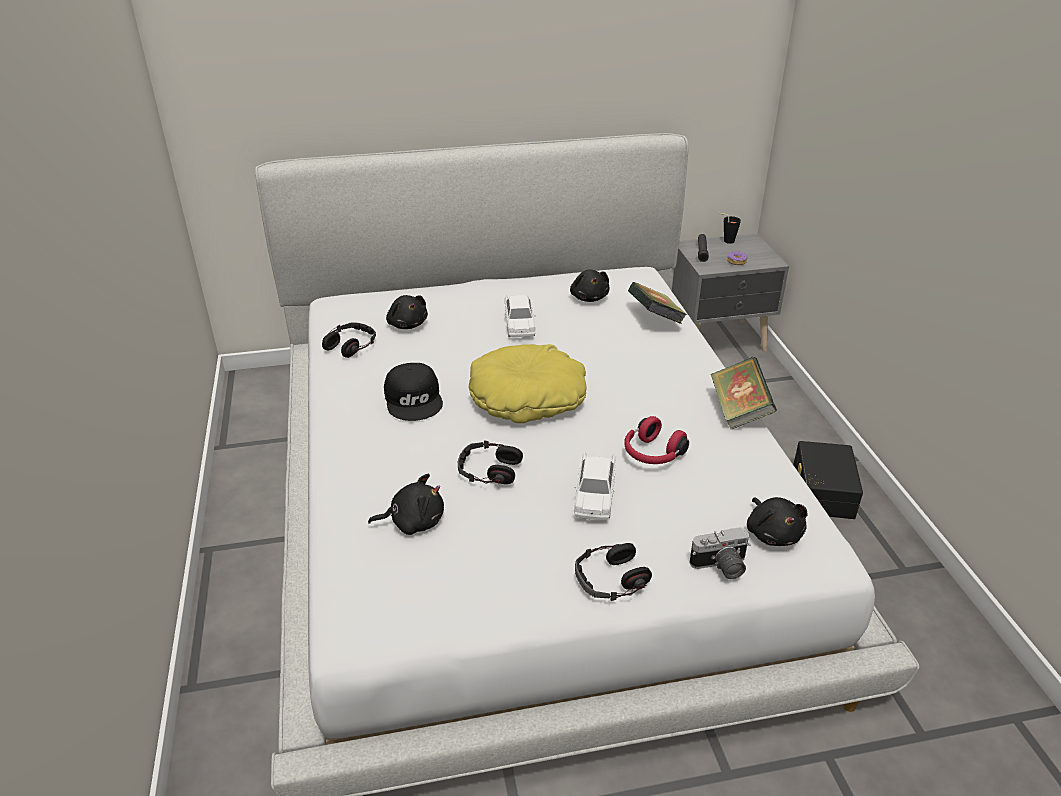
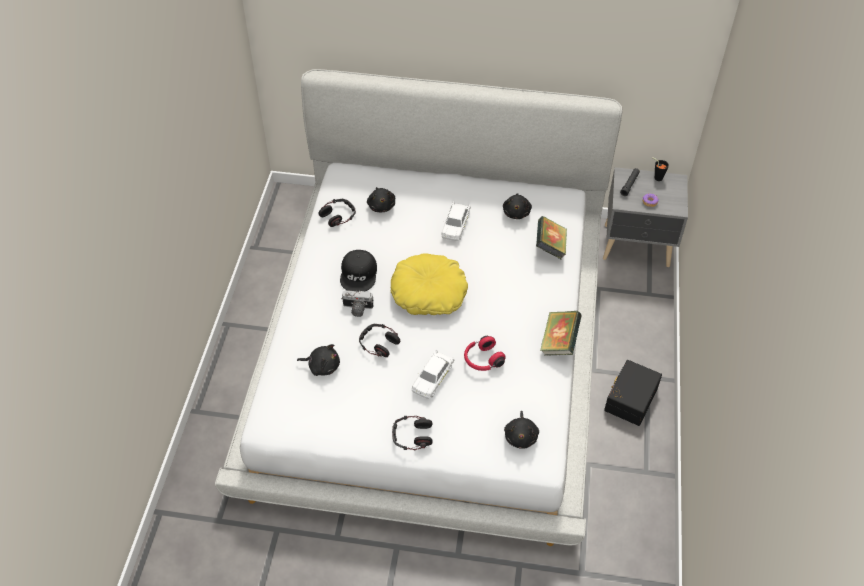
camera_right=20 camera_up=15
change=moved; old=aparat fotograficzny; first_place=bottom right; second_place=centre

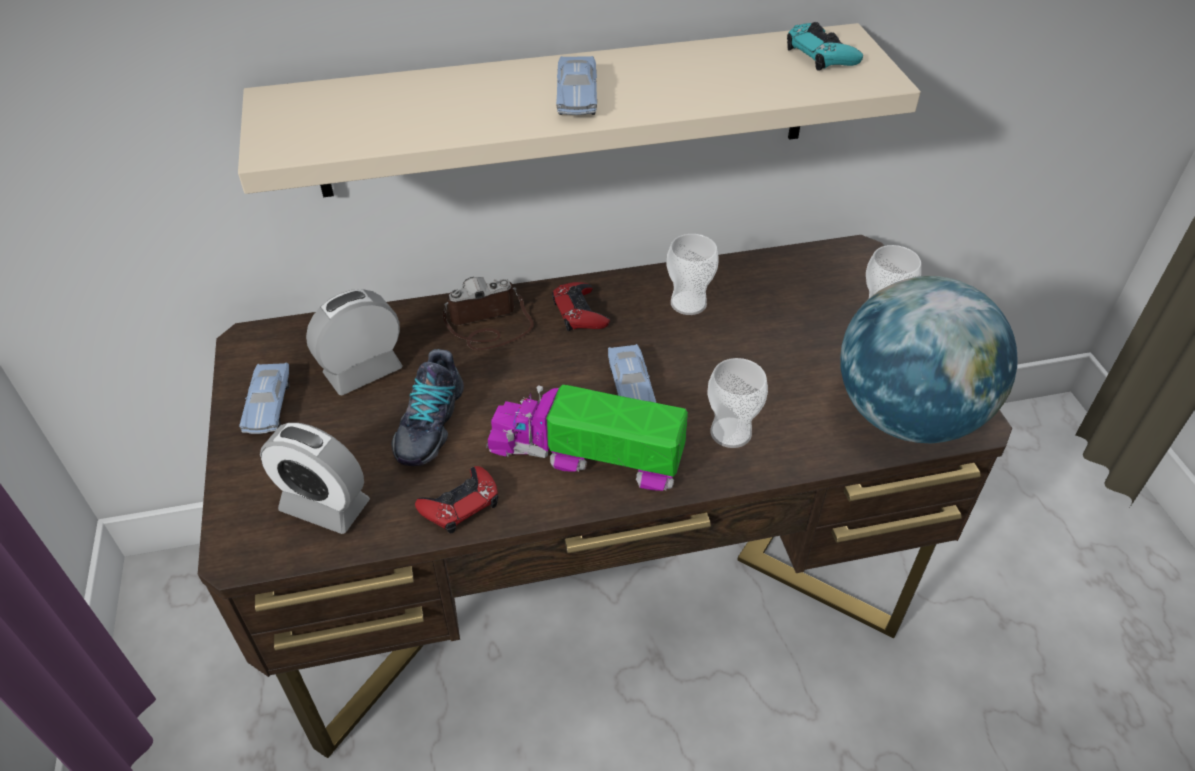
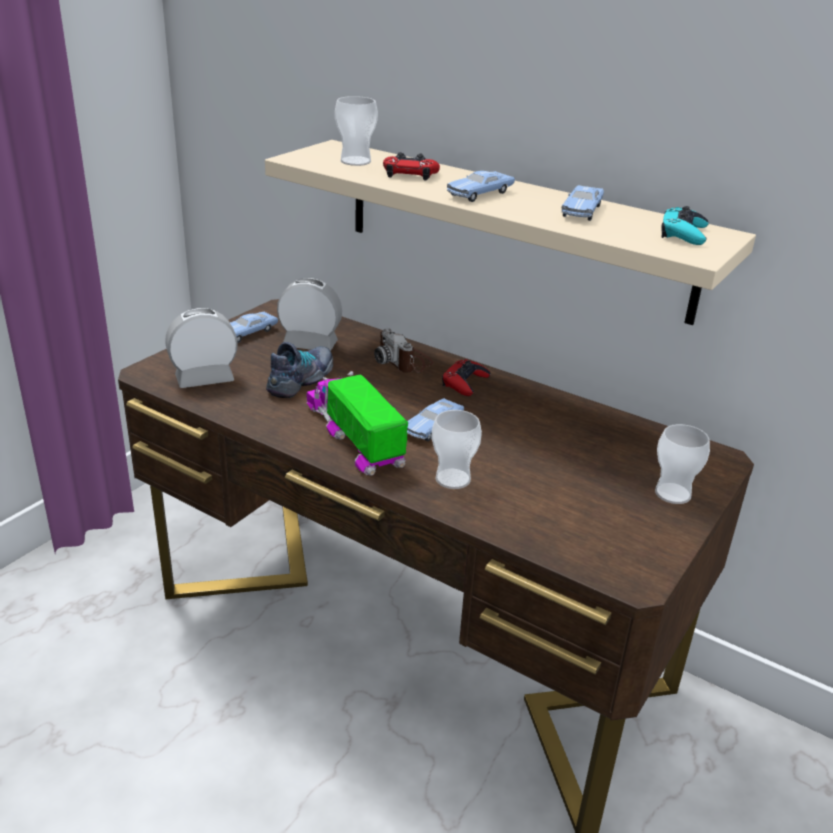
camera_right=45 camera_up=-15
change=turned; old=budzik (1st from left); first_place=middle left; second_place=middle left; degrees=90
change=turned; old=but; first_place=centre; second_place=centre; degrees=150
change=moved; old=pad do gier/czerwony (1st from left); first_place=centre; second_place=top centre
change=turned; old=aparat fotograficzny; first_place=centre; second_place=centre; degrees=-150
change=moved; old=filiżanka (1st from left); first_place=centre; second_place=top centre
change=removed; old=globus; first_place=middle right
change=added; new=samochodzik/niebieski (4th from left); second_place=top right

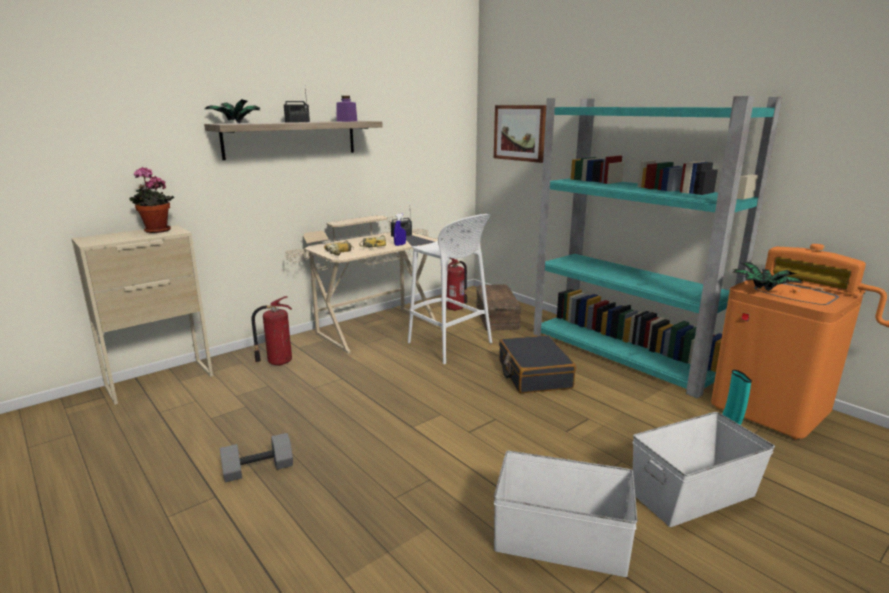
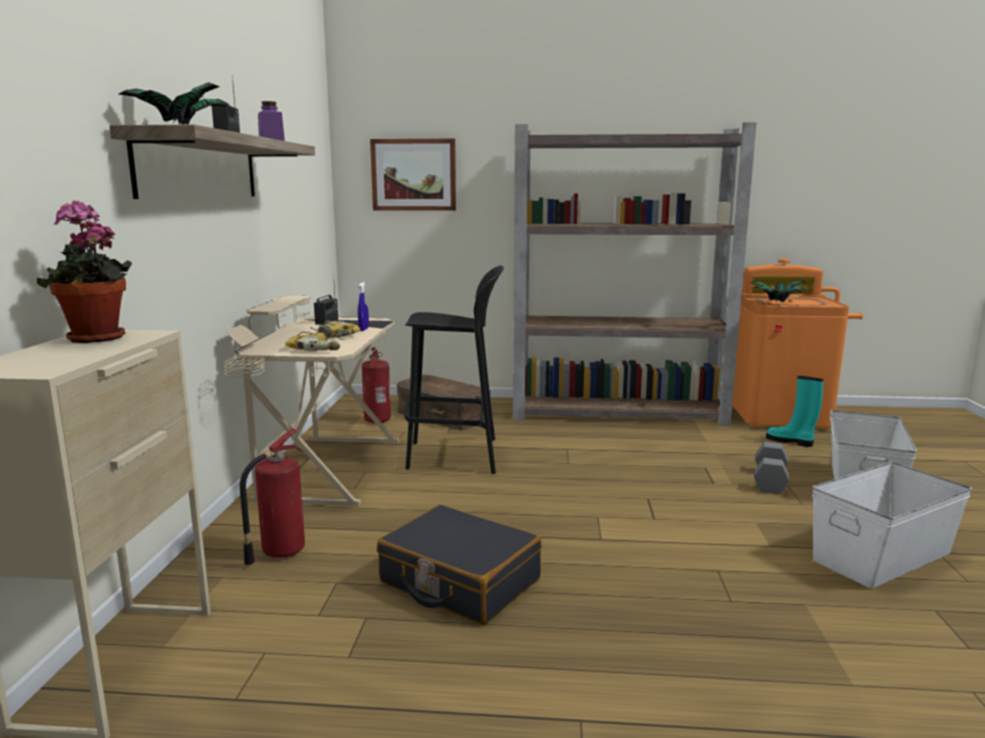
camera_right=-45 camera_up=-5
change=moved; old=hantel/szary; first_place=bottom left; second_place=middle right
change=recoloured; old=stołek/biały; new=stołek/czarny; first_place=centre; second_place=centre
change=moved; old=walizka/czarny; first_place=centre; second_place=bottom centre
change=recoloured; old=regał/turkusowy; new=regał/brązowy; first_place=middle right; second_place=centre

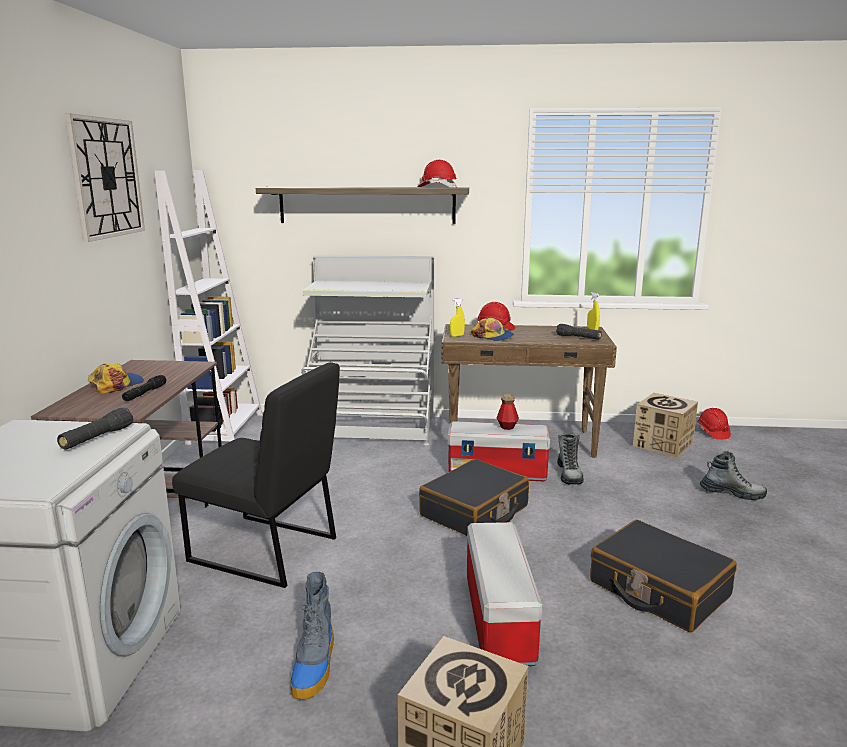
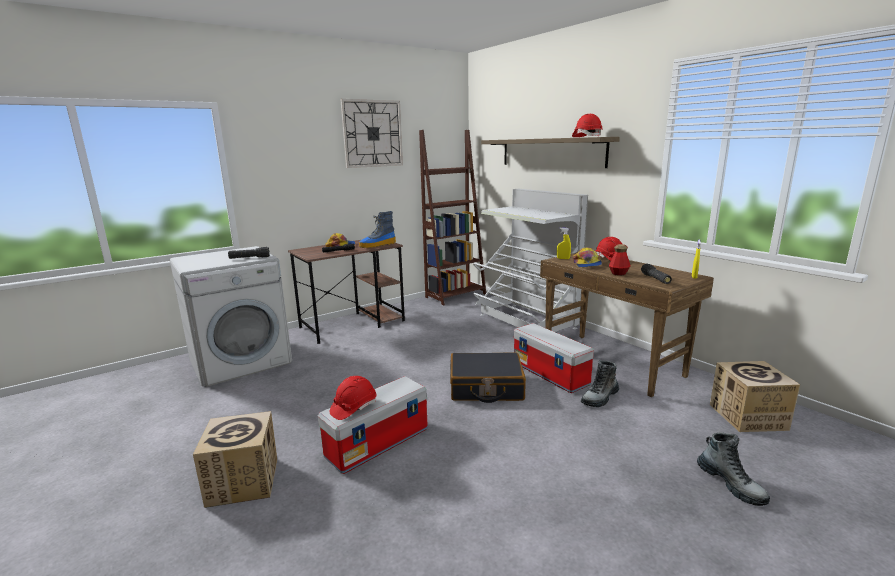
camera_right=50 camera_up=0
change=recoloured; old=regał/biały; new=regał/brązowy; first_place=middle left; second_place=centre
change=removed; old=krzesło/czarny; first_place=middle left
change=moved; old=but z cholewką (1st from left); first_place=bottom centre; second_place=centre
change=moved; old=butelka; first_place=centre; second_place=middle right
change=removed; old=walizka/czarny (2nd from left); first_place=bottom right
change=moved; old=kask/czerwony (3rd from left in the first image); new=kask/czerwony (1st from left); first_place=middle right; second_place=bottom centre

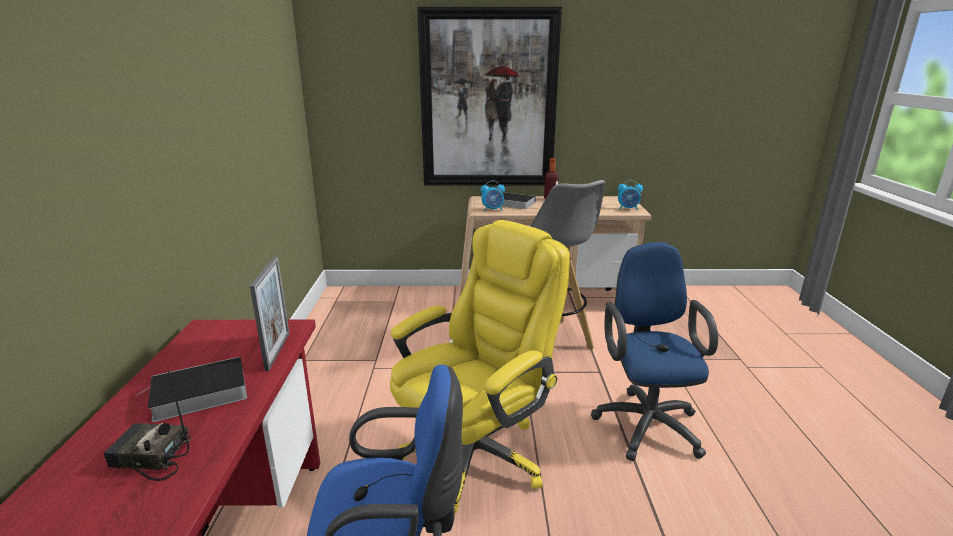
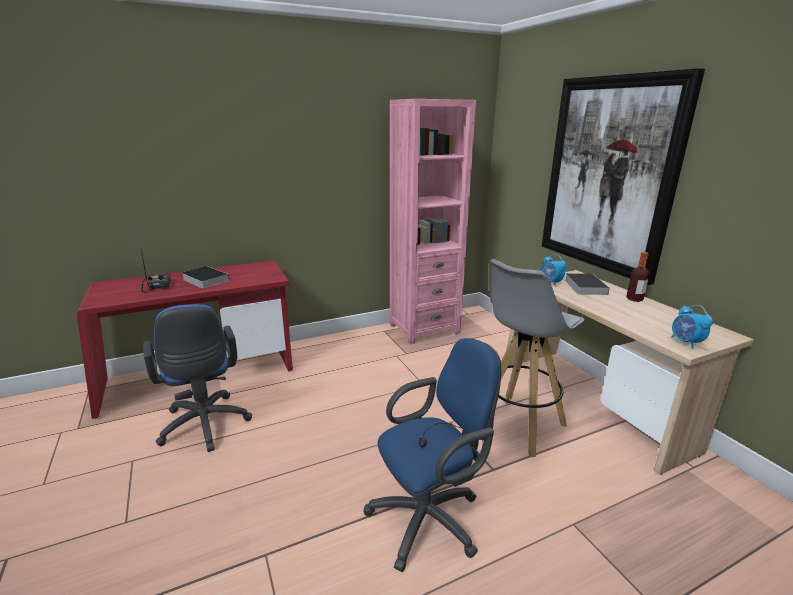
camera_right=65 camera_up=0
change=removed; old=ramka na zdjęcie; first_place=middle left
change=removed; old=krzesło biurowe/żółty; first_place=bottom centre
change=added; new=regał/różowy; second_place=centre

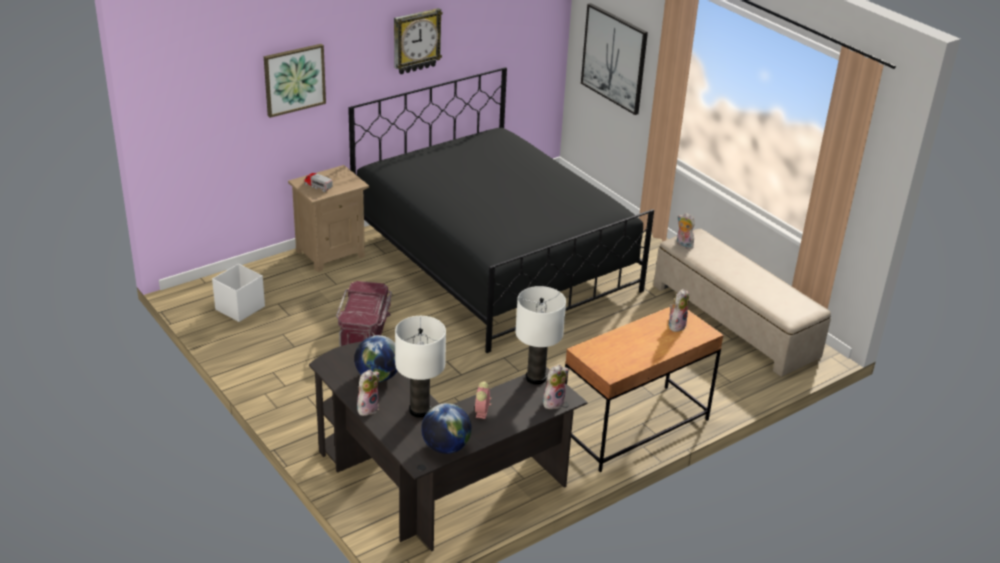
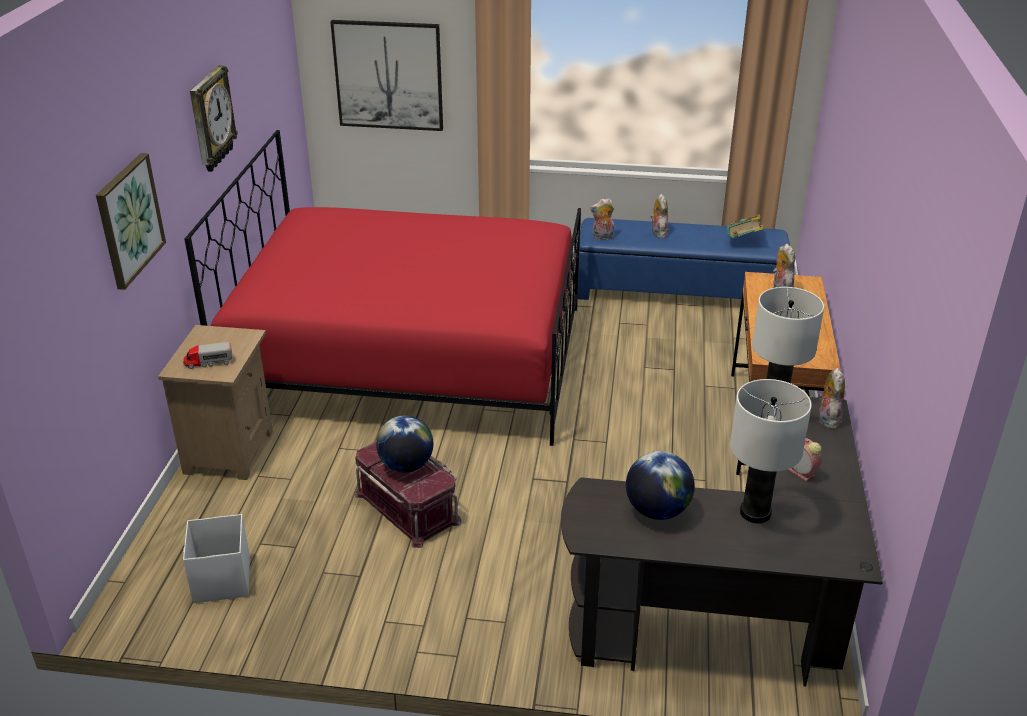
camera_right=-45 camera_up=0
change=recoloured; old=łóżko/czarny; new=łóżko/czerwony; first_place=centre; second_place=centre
change=moved; old=pluszak (1st from left in the first image); new=pluszak (2nd from left); first_place=bottom centre; second_place=top centre
change=moved; old=globus (2nd from left in the first image); new=globus (1st from left); first_place=bottom centre; second_place=centre
change=recoloured; old=ławka/beżowy; new=ławka/niebieski; first_place=middle right; second_place=centre
change=added; new=książka; second_place=top right

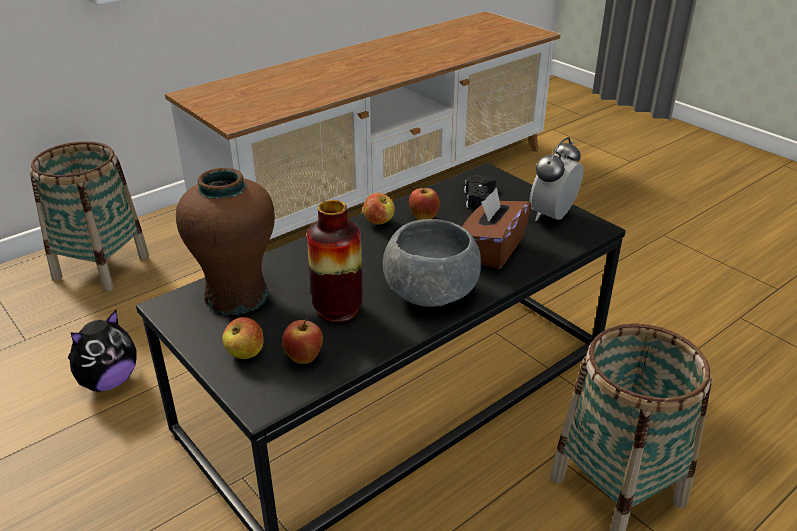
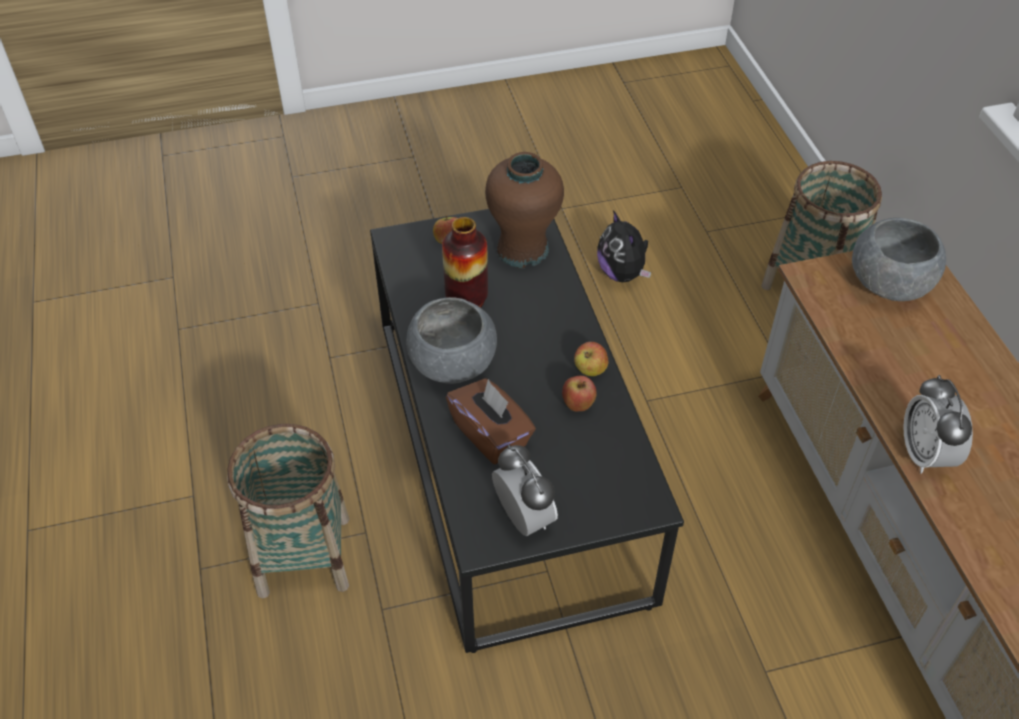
camera_right=115 camera_up=15
change=removed; old=jabłko (2nd from left); first_place=centre
change=removed; old=pad do gier/czarny; first_place=centre
change=added; new=miska/szary (2nd from left); second_place=middle right
change=added; new=budzik (2nd from left); second_place=middle right

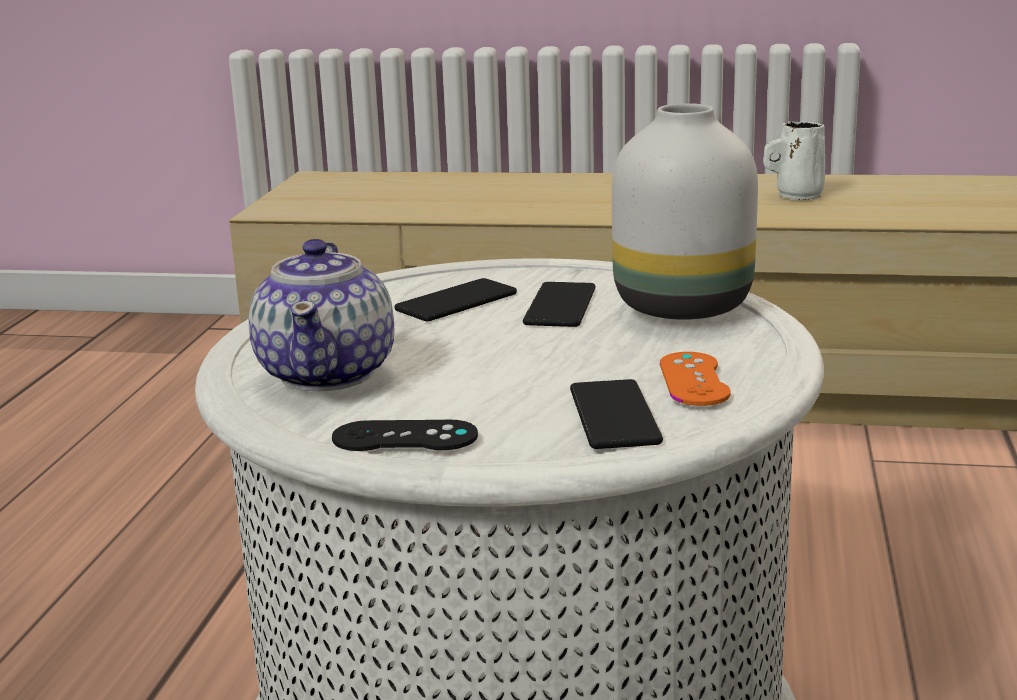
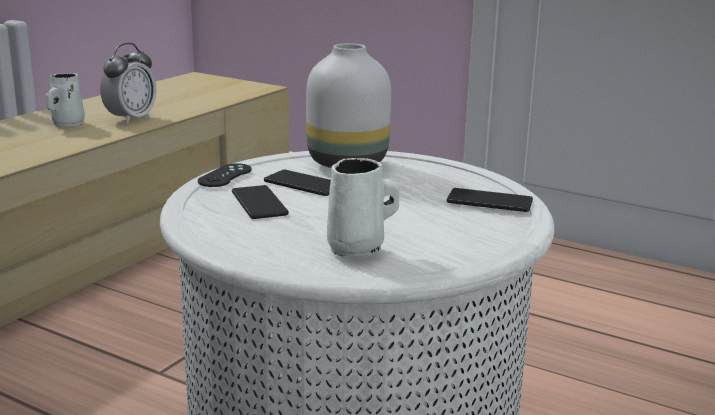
camera_right=-70 camera_up=0
change=replaced; old=imbryk; new=kubek/biały (2nd from left); first_place=middle left; second_place=centre
change=moved; old=pad do gier/czarny; first_place=centre; second_place=middle left
change=removed; old=pad do gier/pomarańczowy; first_place=middle right
change=added; new=budzik; second_place=top left

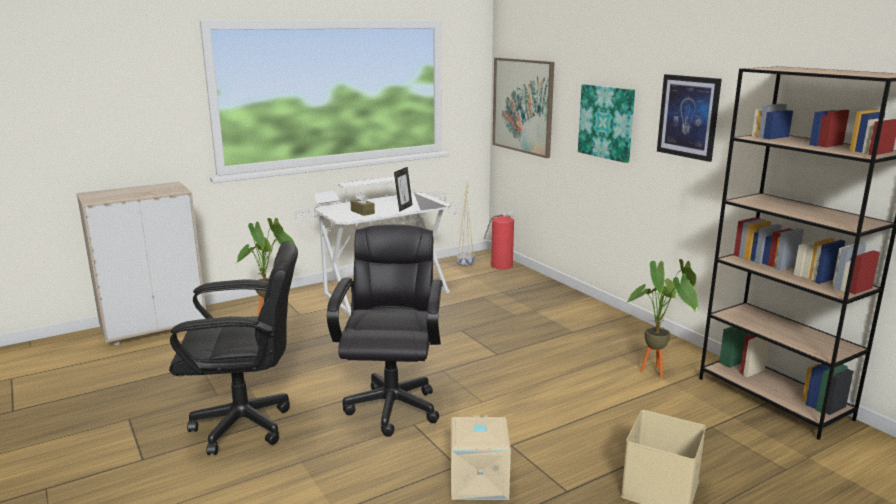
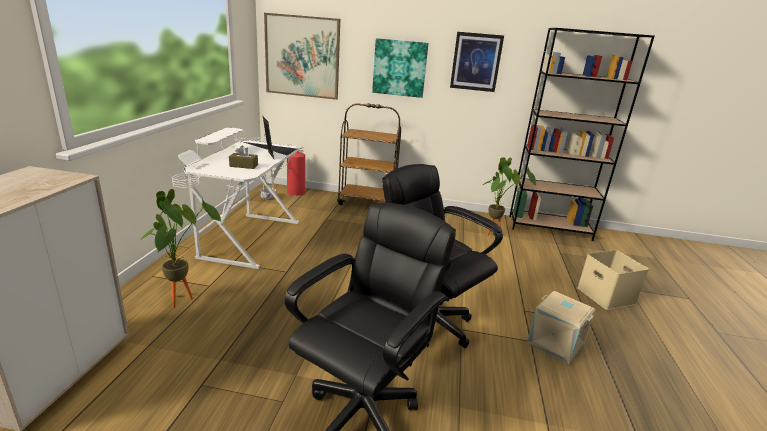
camera_right=-50 camera_up=5
change=added; new=wózek/brązowy; second_place=centre

